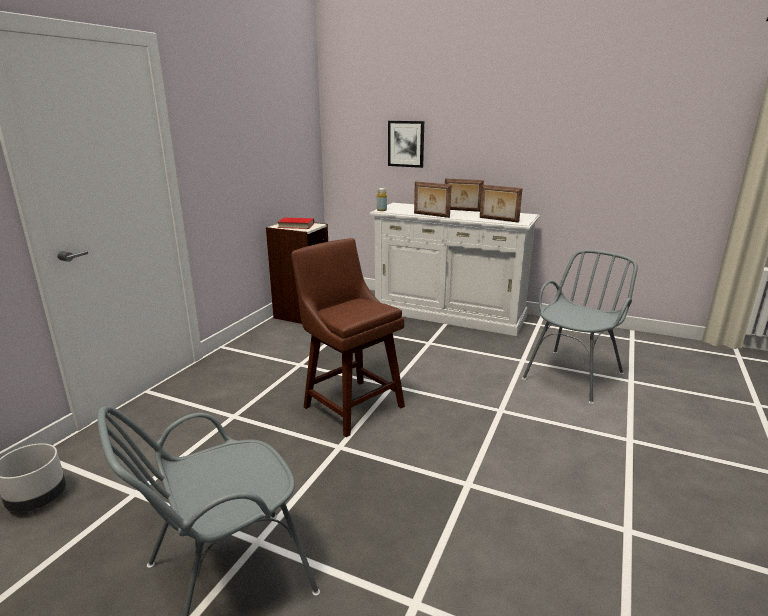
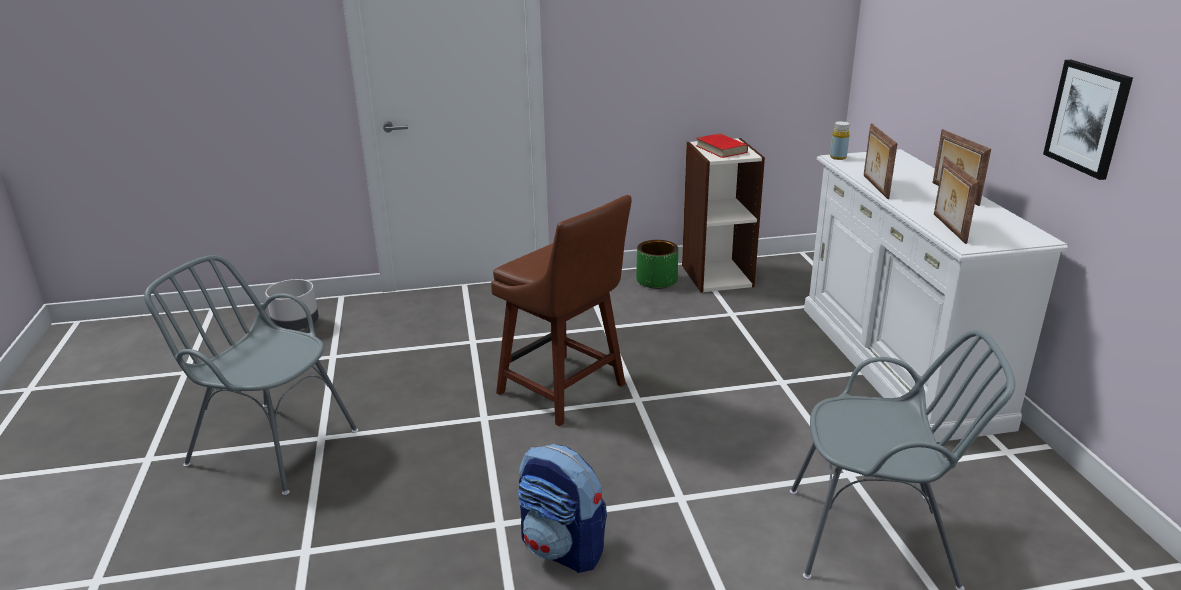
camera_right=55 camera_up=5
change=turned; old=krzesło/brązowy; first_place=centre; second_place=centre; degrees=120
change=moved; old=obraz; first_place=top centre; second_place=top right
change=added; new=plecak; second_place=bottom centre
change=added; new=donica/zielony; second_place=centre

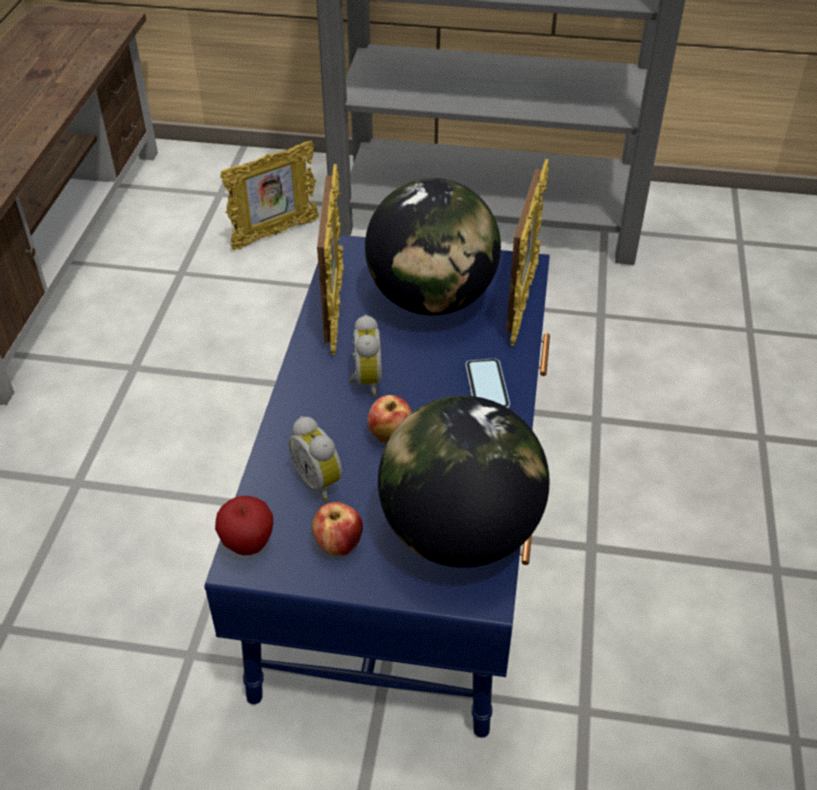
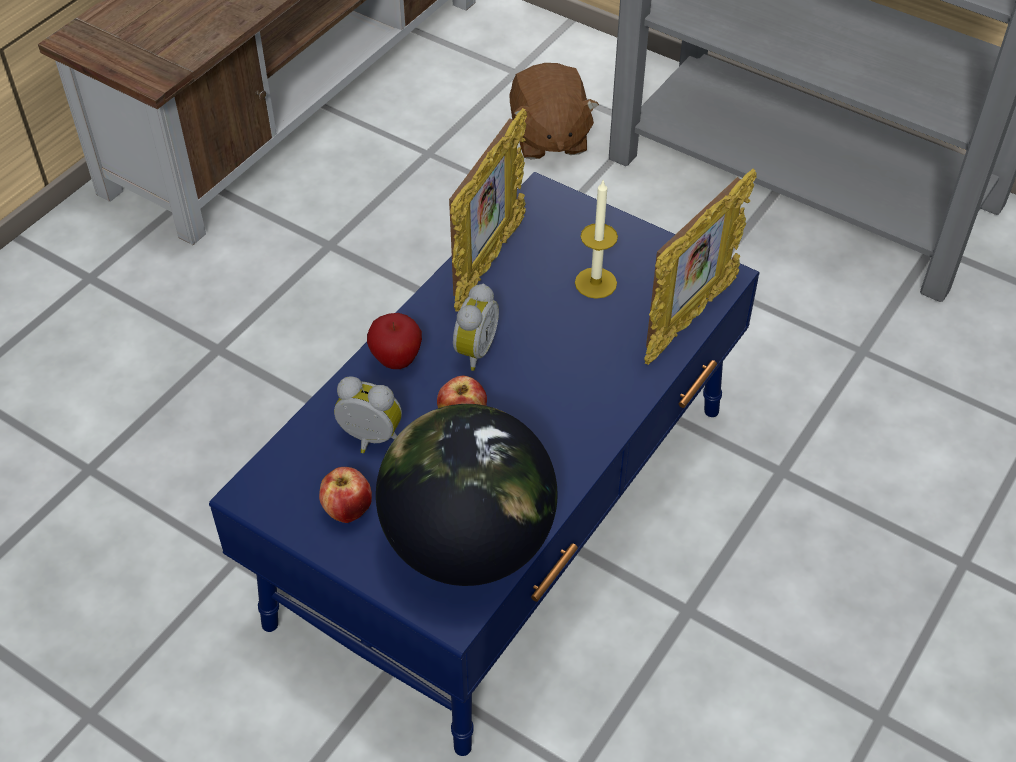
camera_right=25 camera_up=5
change=moved; old=jabłko (1st from left in the first image); new=jabłko (2nd from left); first_place=middle left; second_place=centre
change=replaced; old=ramka na zdjęcie (1st from left); new=pluszak/brązowy; first_place=top left; second_place=top centre
change=turned; old=budzik (1st from left); first_place=centre; second_place=centre; degrees=120
change=replaced; old=globus (1st from left); new=świeca; first_place=top centre; second_place=top centre
change=removed; old=telefon; first_place=centre

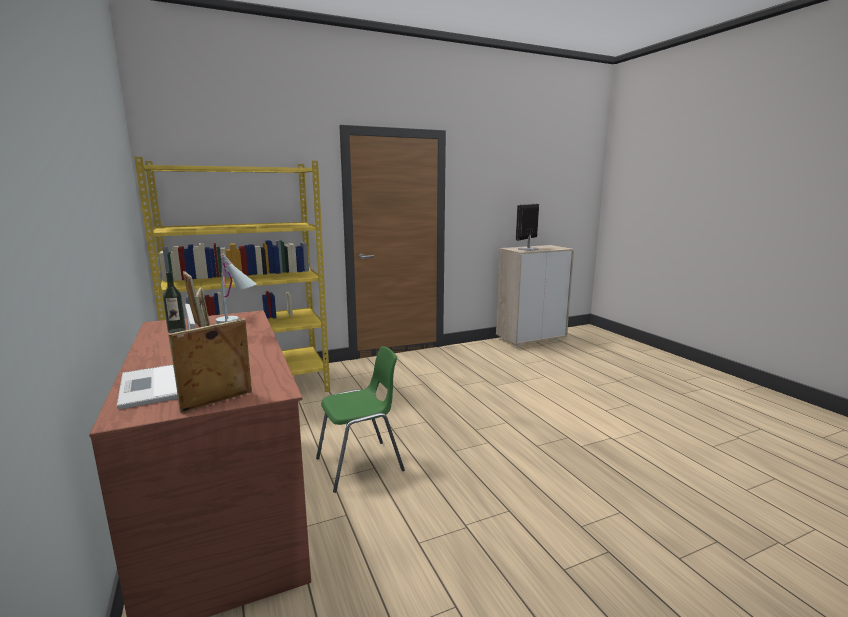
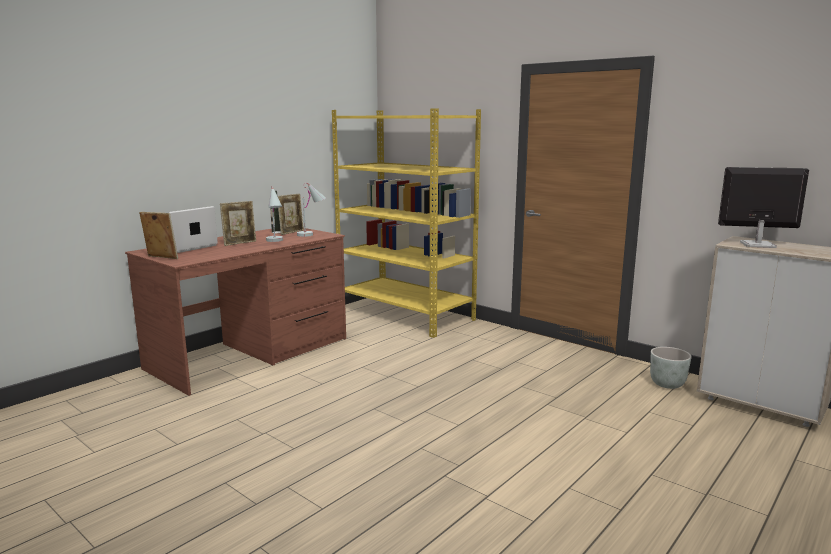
camera_right=65 camera_up=0
change=removed; old=krzesło/zielony; first_place=bottom centre
change=added; new=donica/szary; second_place=middle right

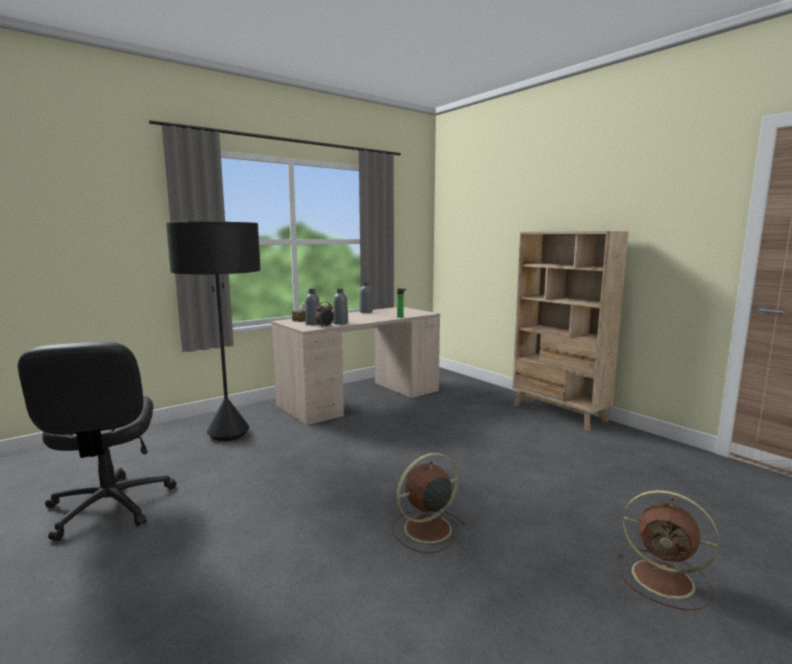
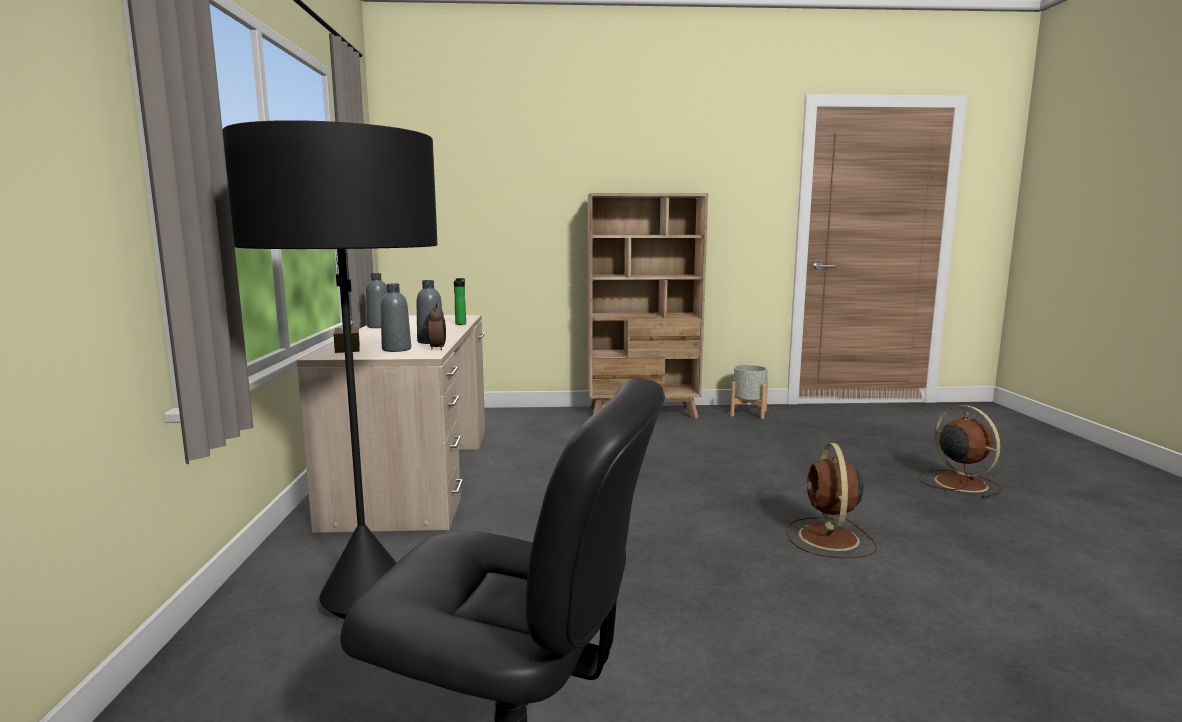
camera_right=-55 camera_up=0
change=turned; old=wentylator/brązowy (2nd from left); first_place=bottom right; second_place=middle right; degrees=-90
change=added; new=donica/szary; second_place=centre

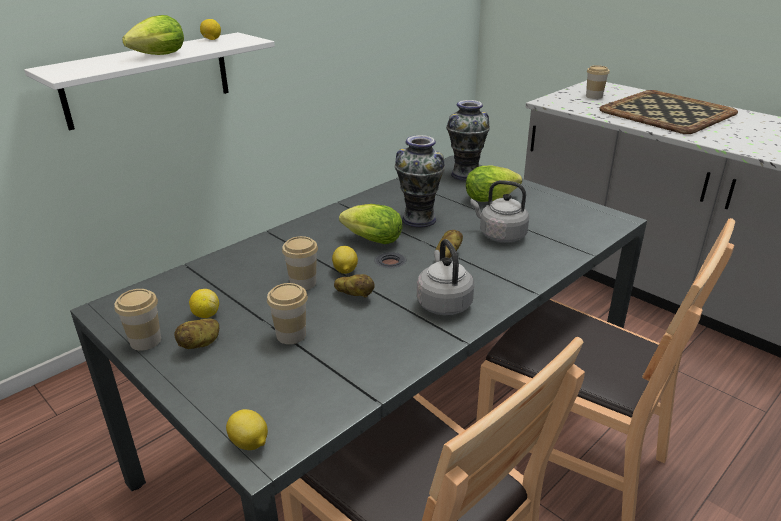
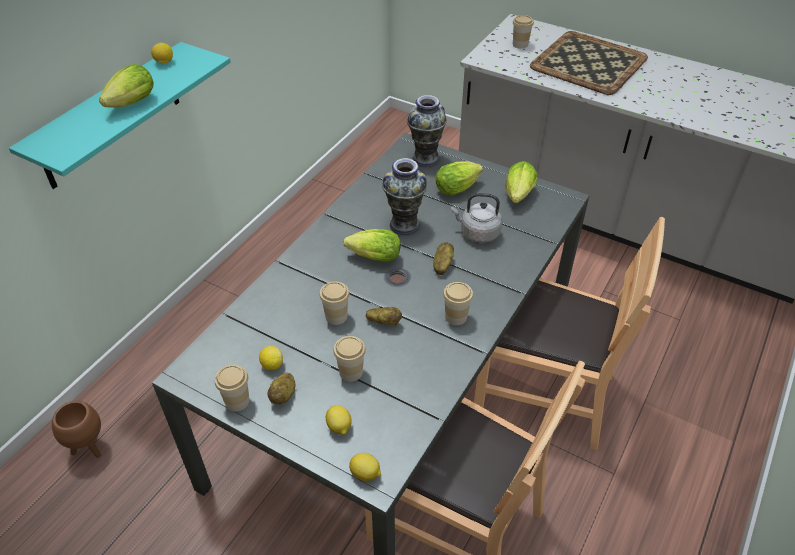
camera_right=-15 camera_up=15
change=recoloured; old=półka/biały; new=półka/turkusowy; first_place=top left; second_place=top left
change=moved; old=cytryna (4th from left in the first image); new=cytryna (3rd from left); first_place=centre; second_place=bottom centre
change=replaced; old=czajnik/szary (1st from left); new=filiżanka (4th from left); first_place=centre; second_place=centre
change=added; new=donica/brązowy; second_place=bottom left
change=added; new=sałata (4th from left); second_place=top centre

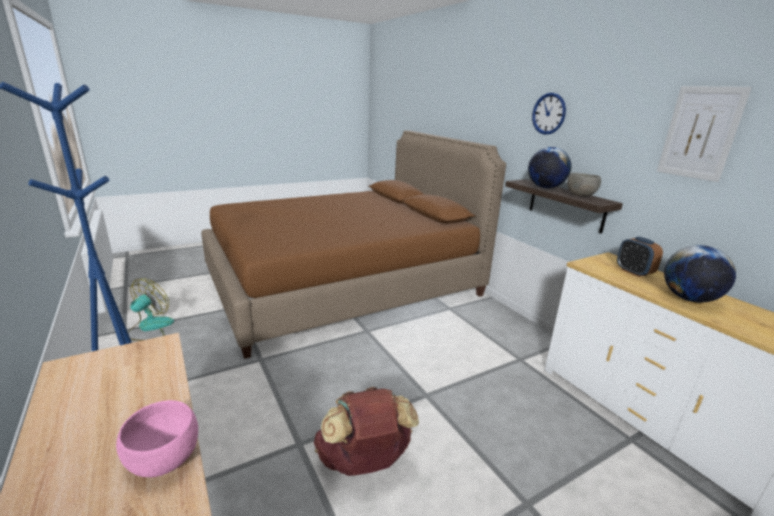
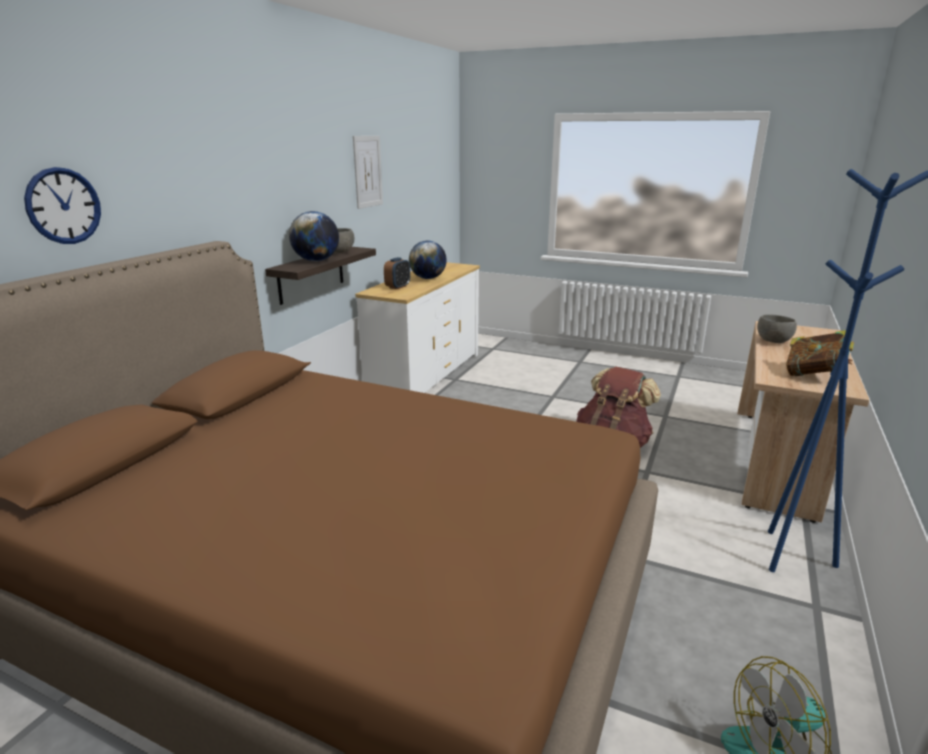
camera_right=-125 camera_up=0
change=recoloured; old=miska/różowy; new=miska/szary (2nd from left); first_place=bottom left; second_place=middle right
change=moved; old=zegar ścienny; first_place=top right; second_place=top left
change=added; new=książka; second_place=middle right

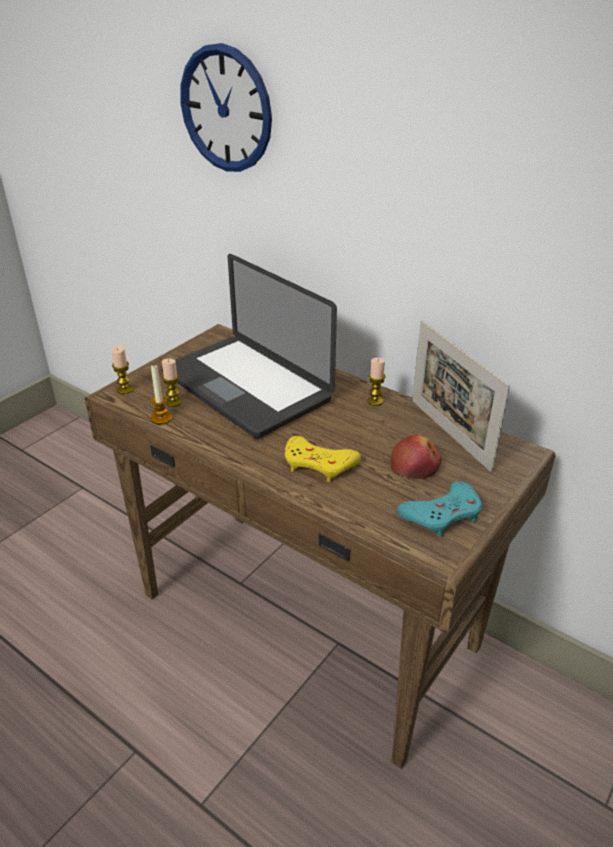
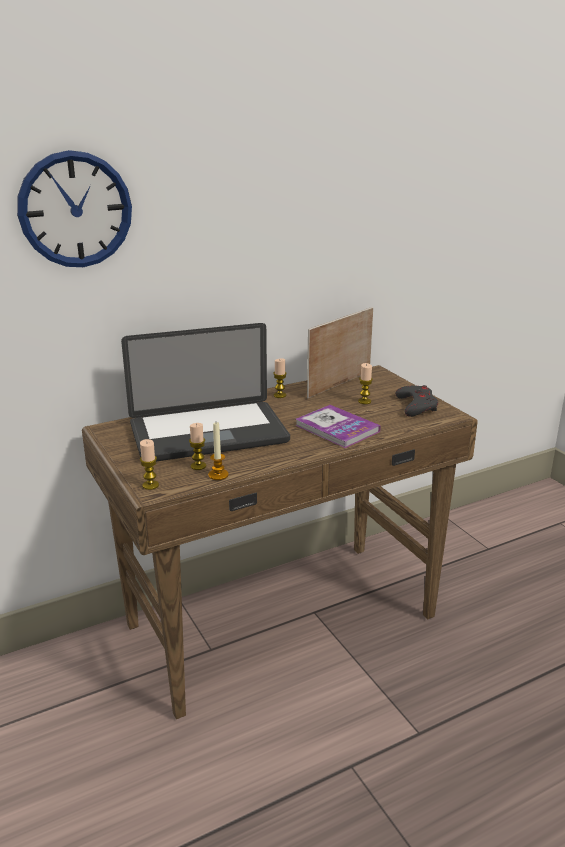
camera_right=-65 camera_up=-10
change=replaced; old=pad do gier/żółty; new=książka; first_place=centre; second_place=centre
change=replaced; old=jabłko; new=świeca (5th from left); first_place=middle right; second_place=centre
change=recoloured; old=pad do gier/turkusowy; new=pad do gier/szary; first_place=middle right; second_place=middle right
change=turned; old=ramka na zdjęcie; first_place=middle right; second_place=centre; degrees=135

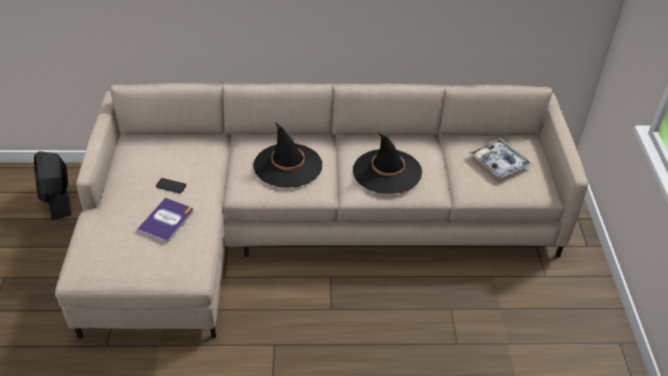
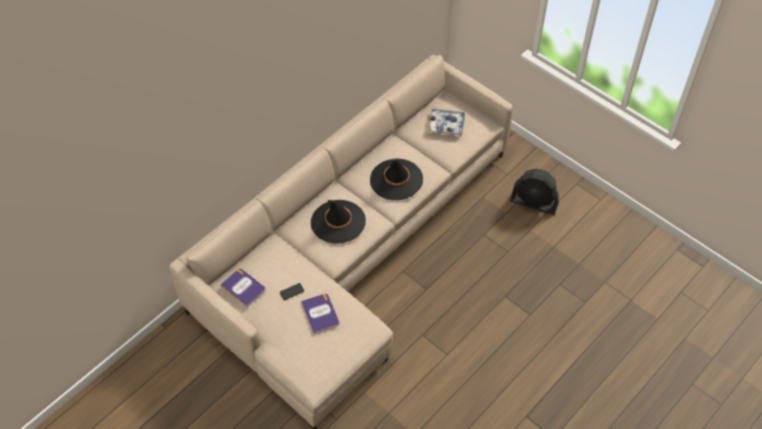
camera_right=-45 camera_up=10
change=moved; old=wentylator/czarny; first_place=middle left; second_place=middle right
change=added; new=książka (1st from left); second_place=bottom left

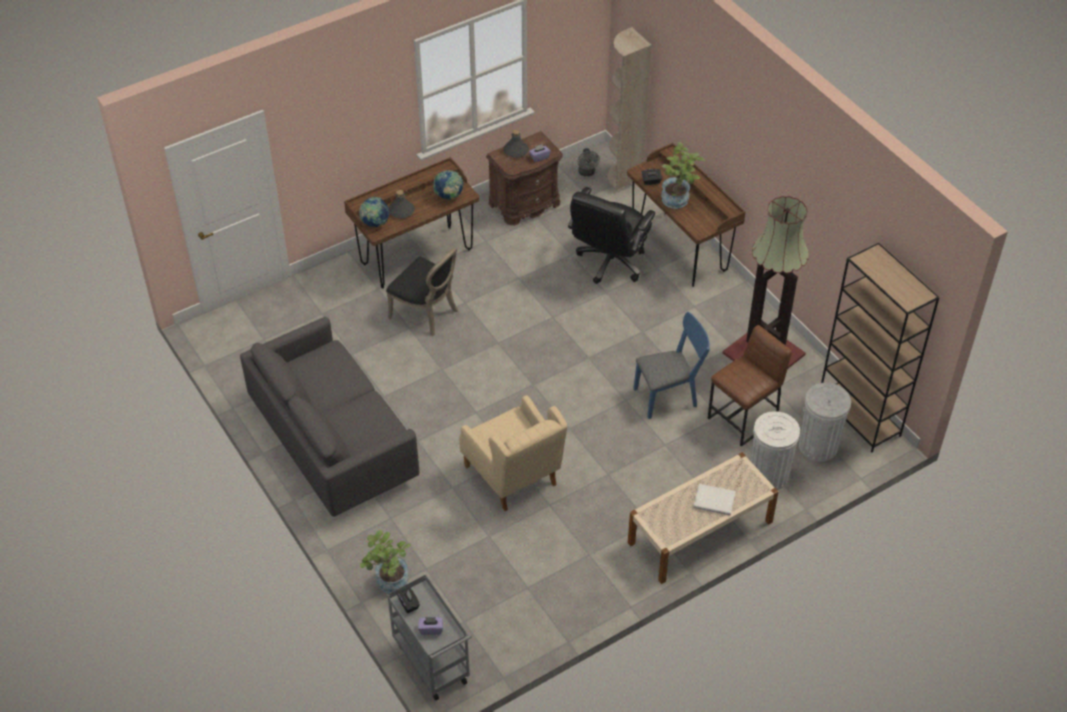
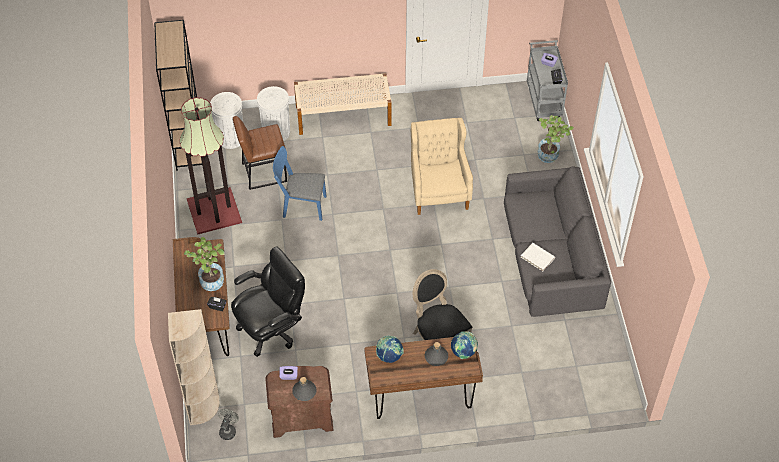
camera_right=-155 camera_up=5
change=moved; old=książka/biały; first_place=bottom right; second_place=middle right

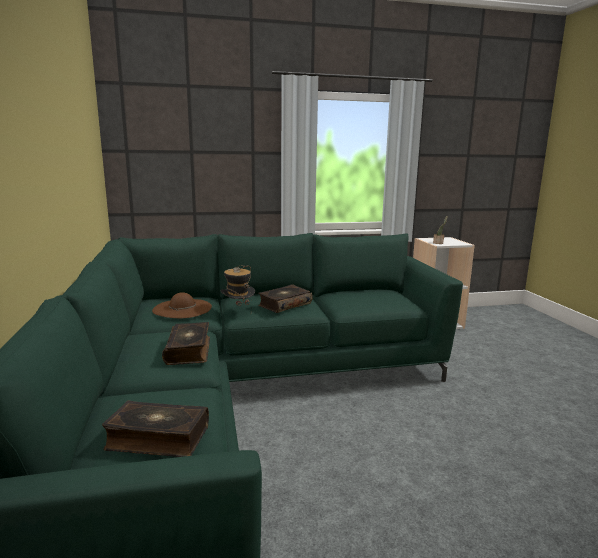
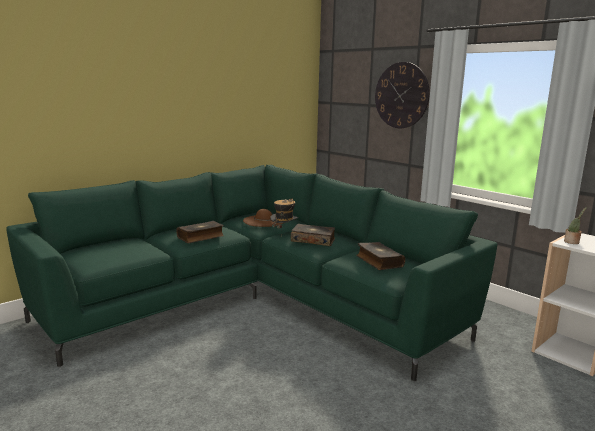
camera_right=60 camera_up=0
change=moved; old=książka (1st from left in the first image); new=książka (3rd from left); first_place=bottom left; second_place=centre
change=added; new=zegar ścienny; second_place=top right

